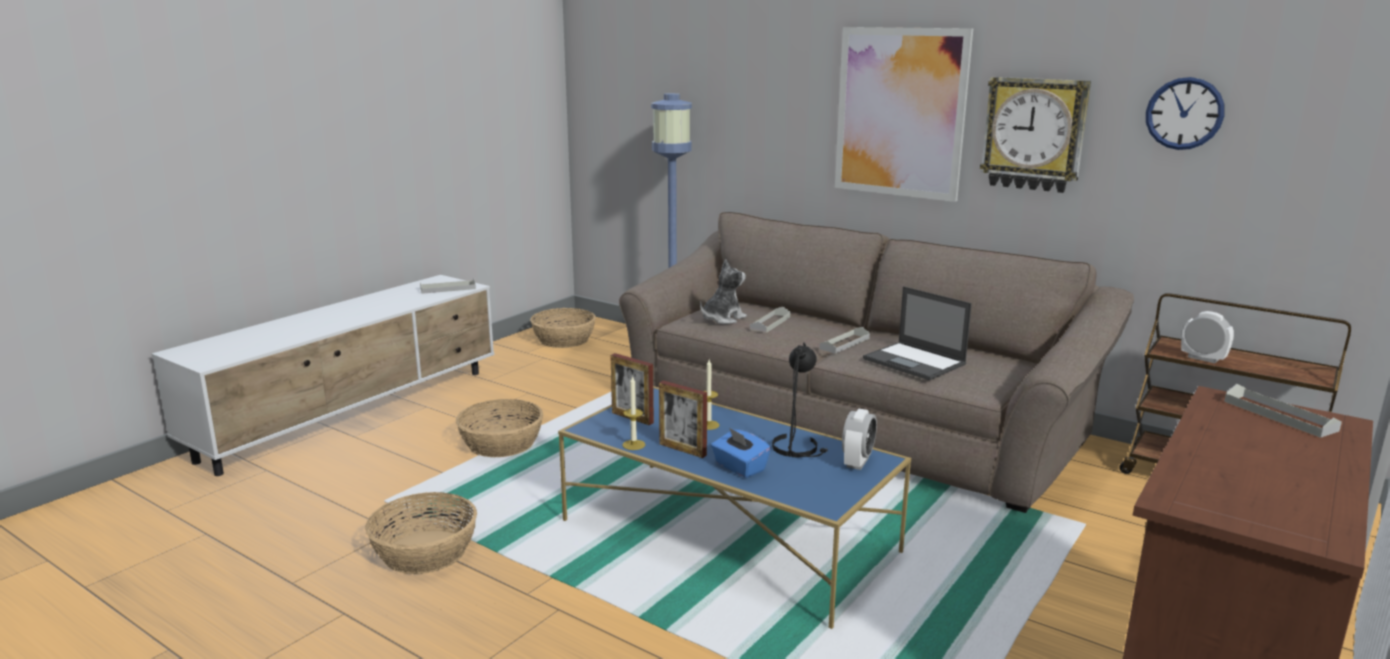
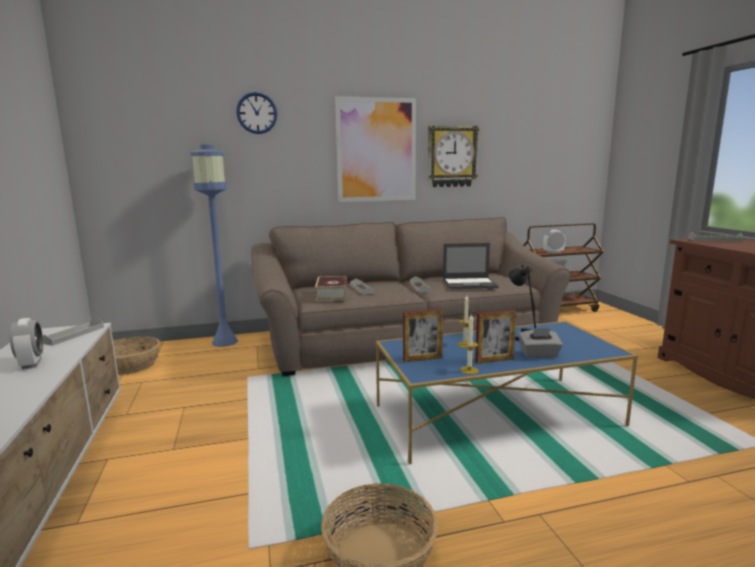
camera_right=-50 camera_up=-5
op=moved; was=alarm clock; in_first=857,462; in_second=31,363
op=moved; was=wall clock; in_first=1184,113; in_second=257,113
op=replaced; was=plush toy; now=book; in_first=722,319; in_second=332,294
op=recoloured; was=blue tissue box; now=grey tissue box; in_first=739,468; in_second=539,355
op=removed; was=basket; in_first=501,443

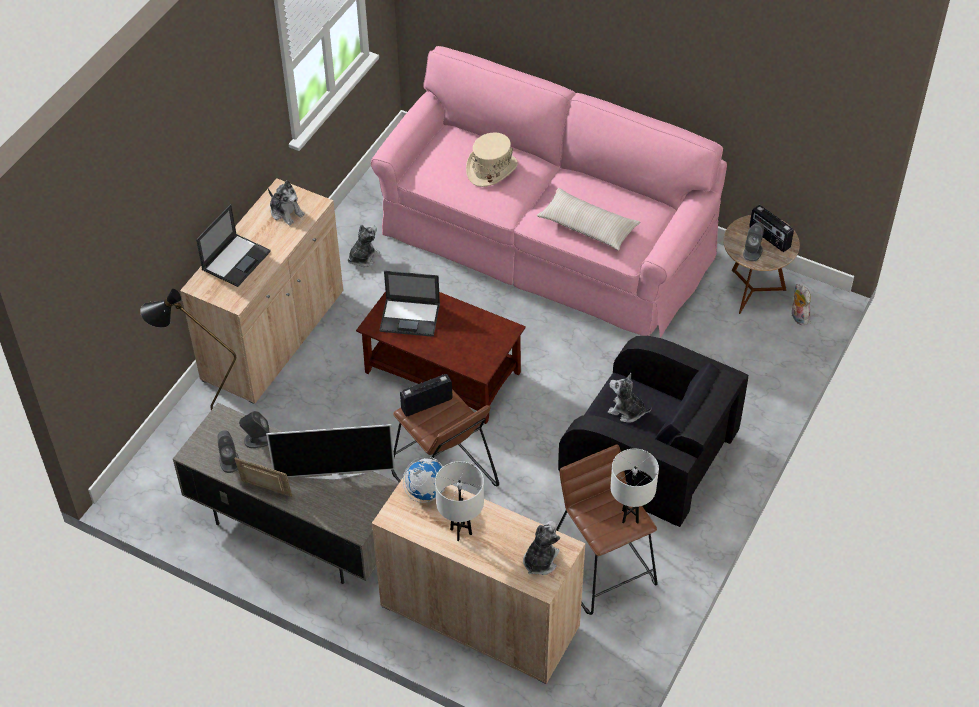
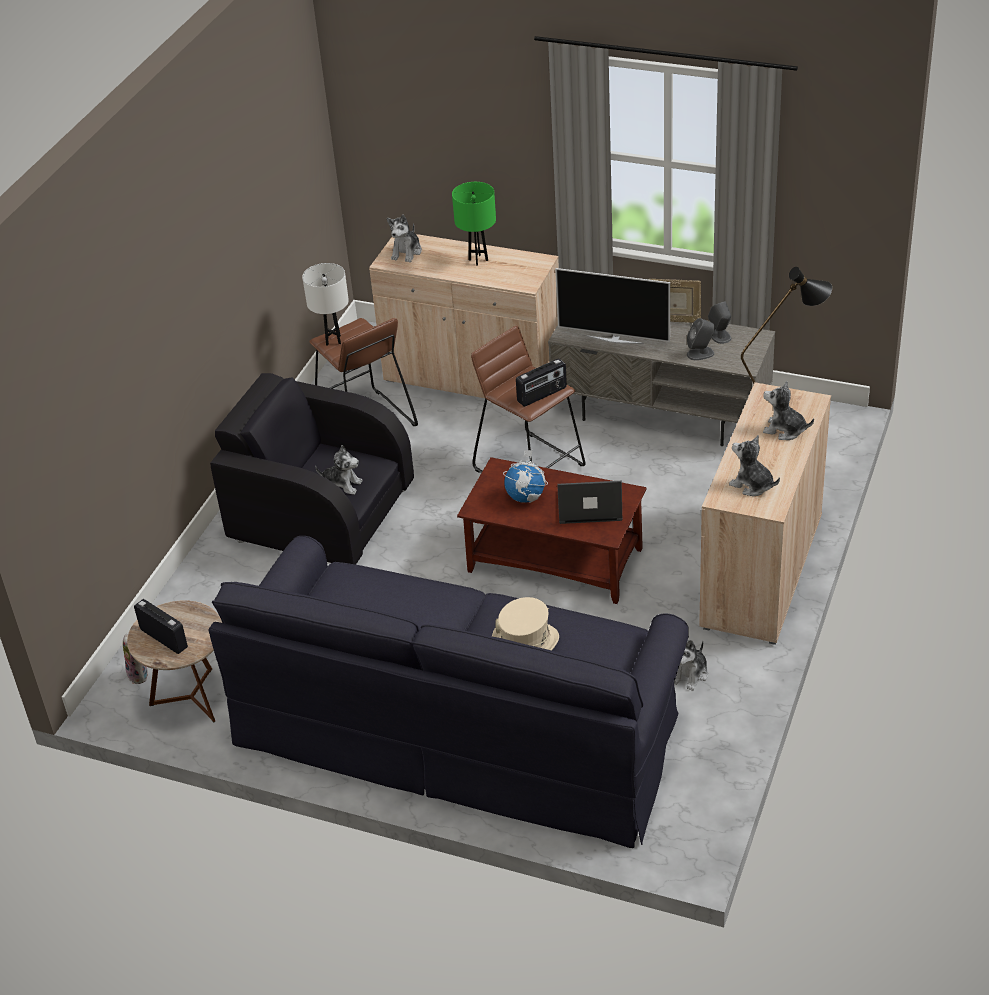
camera_right=175 camera_up=-10
op=recoloured; was=pink sofa; now=black sofa; in_first=544,240; in_second=461,728
op=recoloured; was=white table lamp; now=green table lamp; in_first=461,531; in_second=478,260
op=moved; was=globe; in_first=425,491; in_second=526,497
op=turned; was=television; in_first=335,474; in_second=615,339; clockwise=-150
op=replaced; was=laptop; now=plush toy; in_first=236,260; in_second=784,430
op=removed; was=beige pillow; in_first=587,226
op=removed; was=grey speaker; in_first=752,251

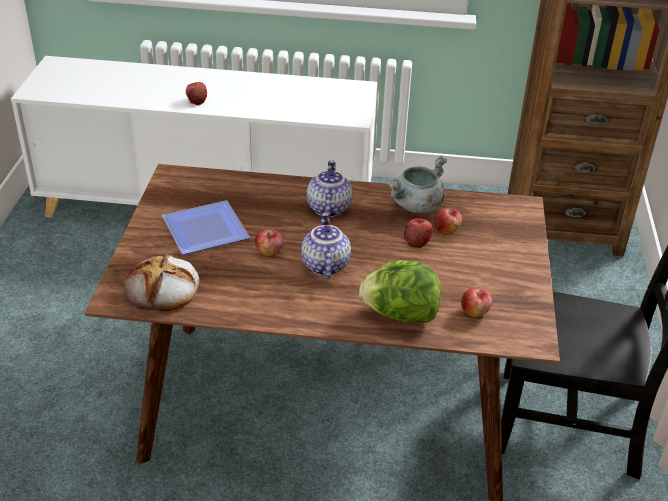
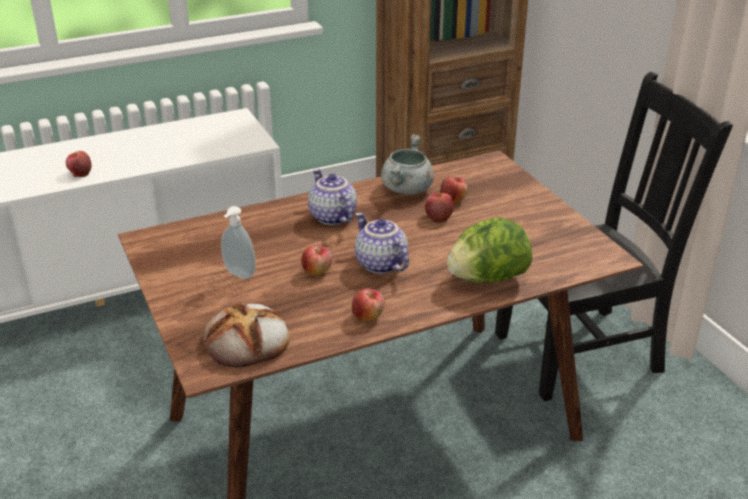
camera_right=-30 camera_up=-5
op=replaced; was=plate; now=soap dispenser; in_first=209,231; in_second=238,275
op=moved; was=apple; in_first=475,312; in_second=368,316

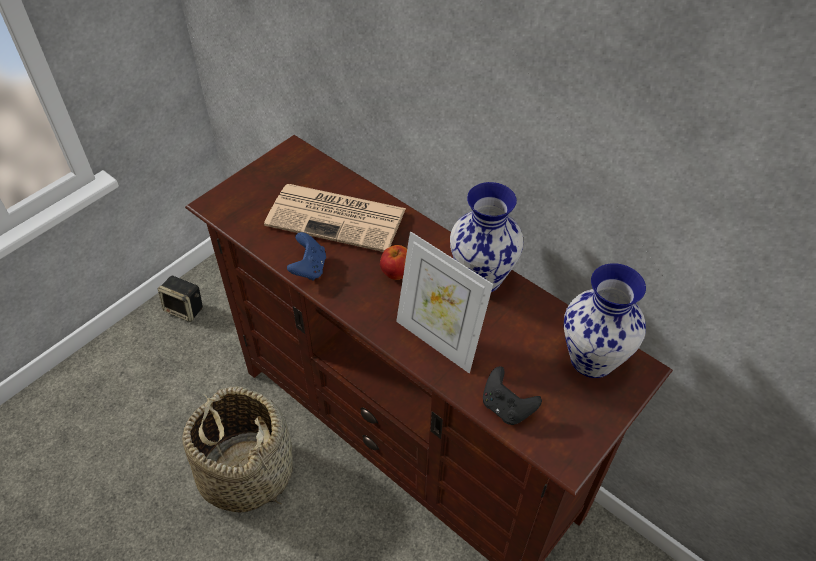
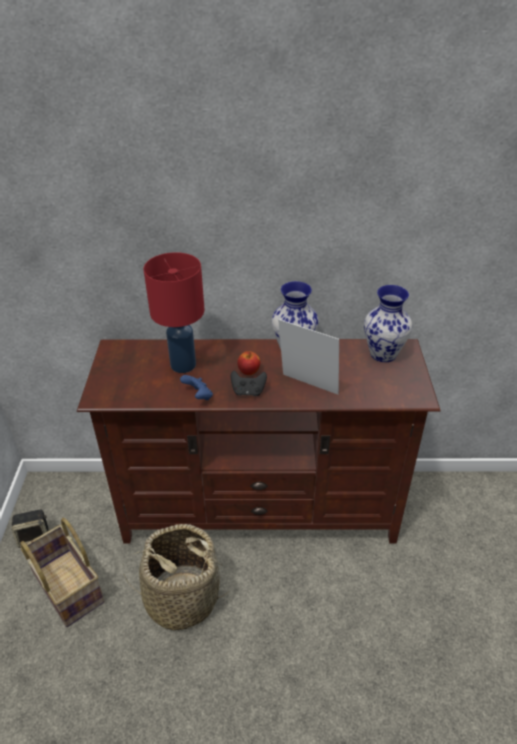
camera_right=-40 camera_up=-10
op=added; now=basket; in_second=67,588
op=replaced; was=newspaper; now=red table lamp; in_first=338,217; in_second=183,364
op=moved; was=black game controller; in_first=506,407; in_second=248,392
op=turned; was=picture frame; in_first=438,340; in_second=307,387; clockwise=-150

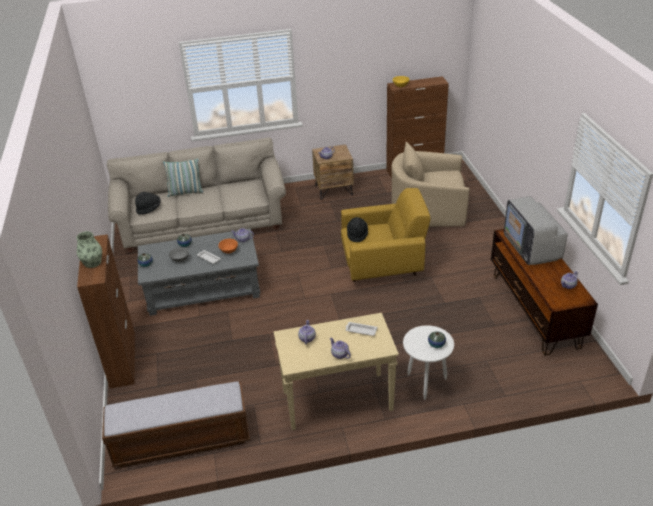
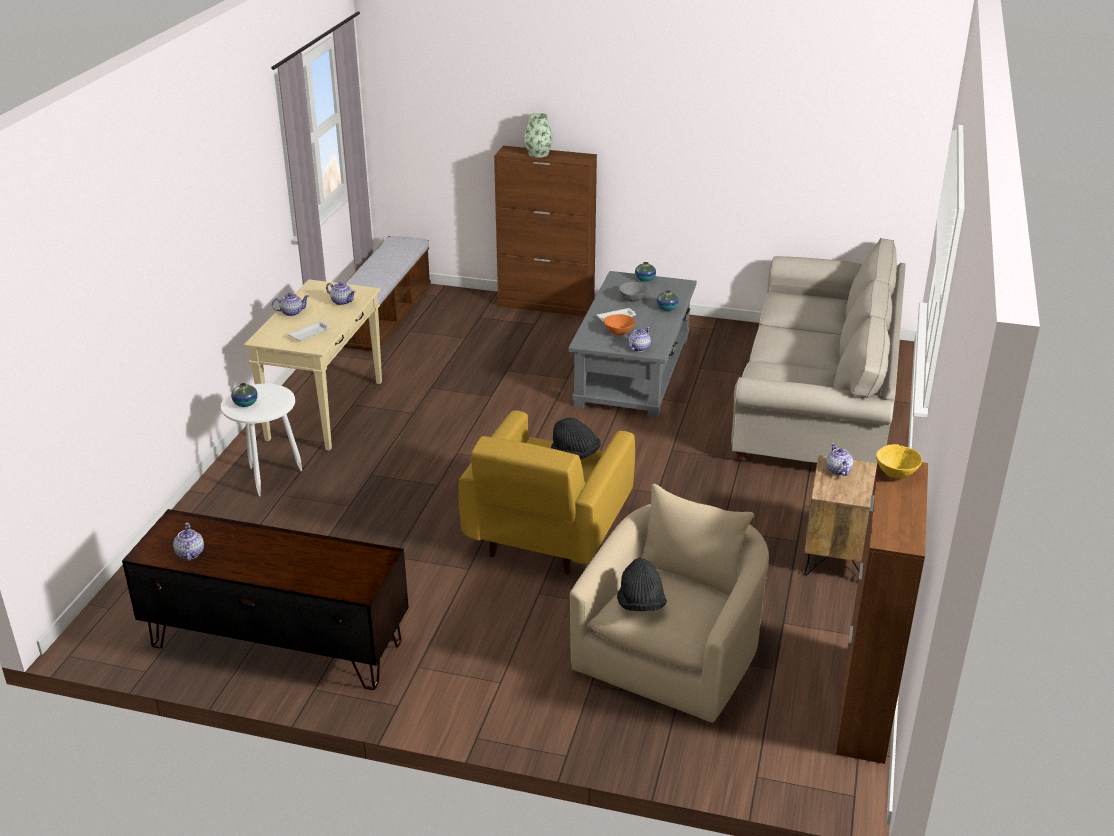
camera_right=115 camera_up=-5
op=moved; was=black hat; in_first=149,209; in_second=640,604
op=removed; was=pillow; in_first=185,192
op=removed; was=television; in_first=531,248

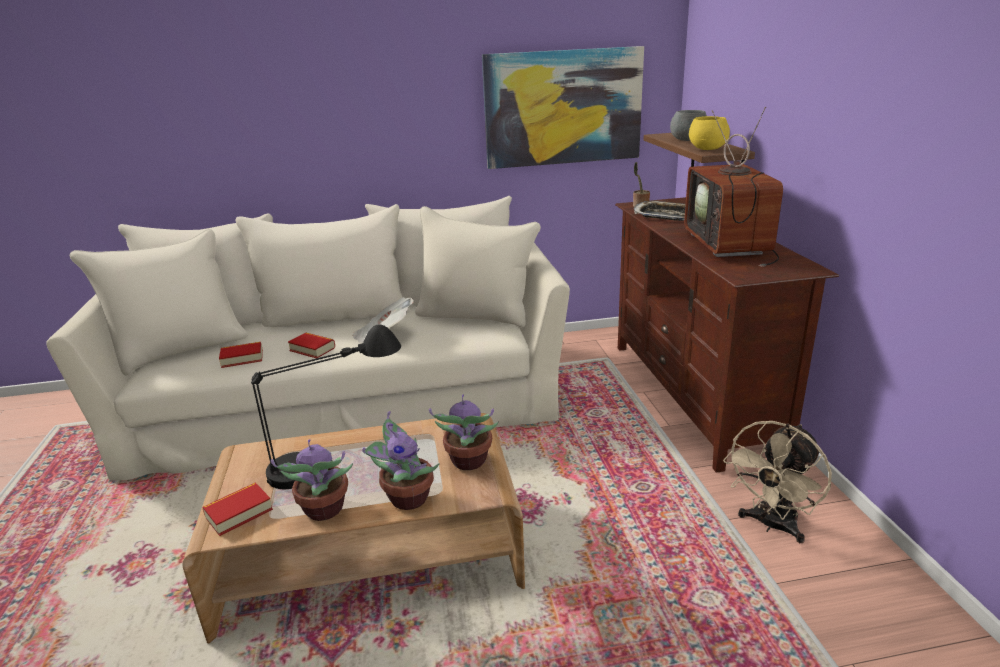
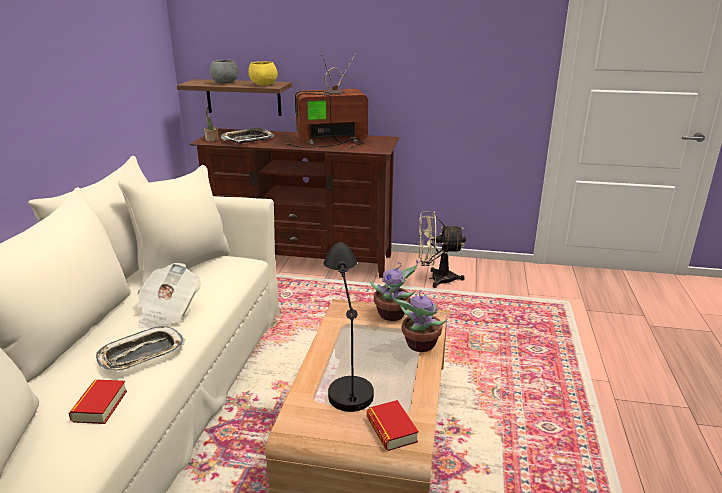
camera_right=-70 camera_up=0
op=replaced; was=book; now=tray; in_first=312,349; in_second=141,355
op=turned; was=television; in_first=731,245; in_second=329,141; clockwise=150
op=turned; was=beige fan; in_first=771,525; in_second=436,279; clockwise=120
op=removed; was=potted plant; in_first=324,510
op=removed; was=picture; in_first=563,108

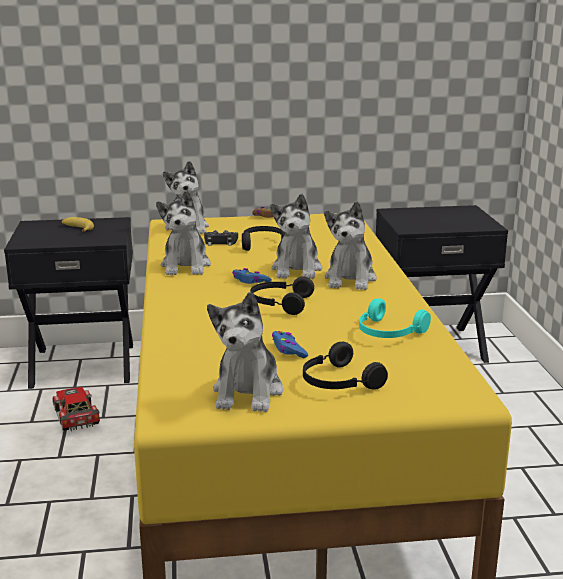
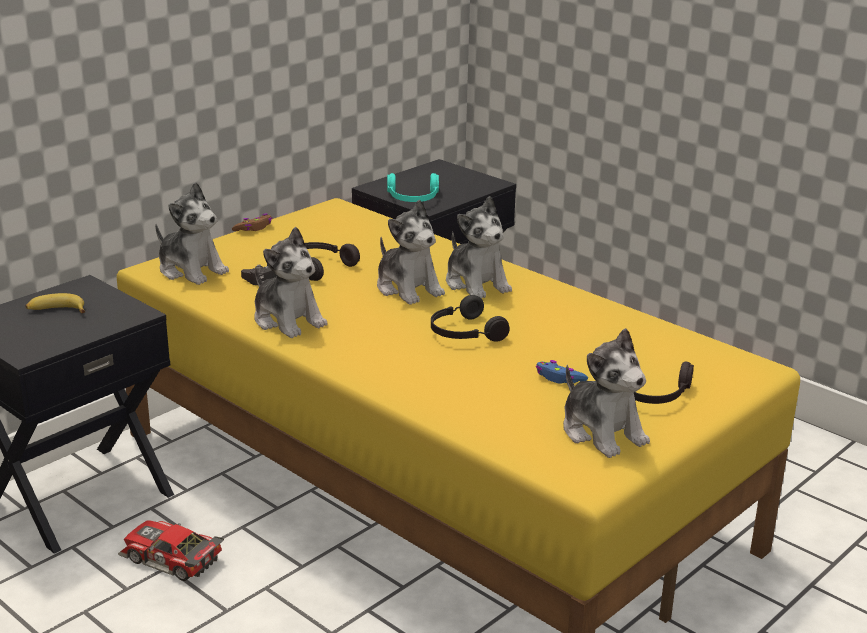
camera_right=-40 camera_up=5
op=moved; was=turquoise headphones; in_first=388,333; in_second=413,199
op=removed; was=blue game controller; in_first=250,281

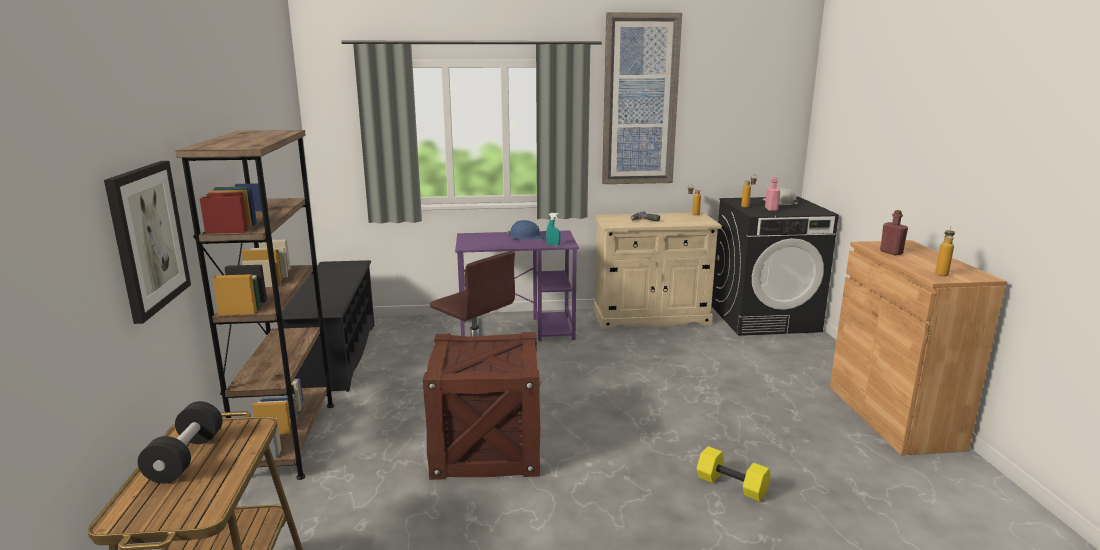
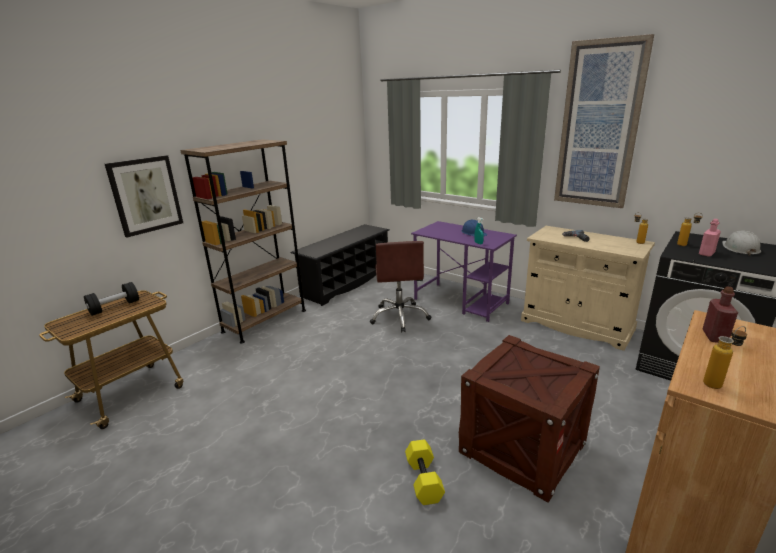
camera_right=45 camera_up=5
op=moved; was=crate; in_first=486,447; in_second=522,447

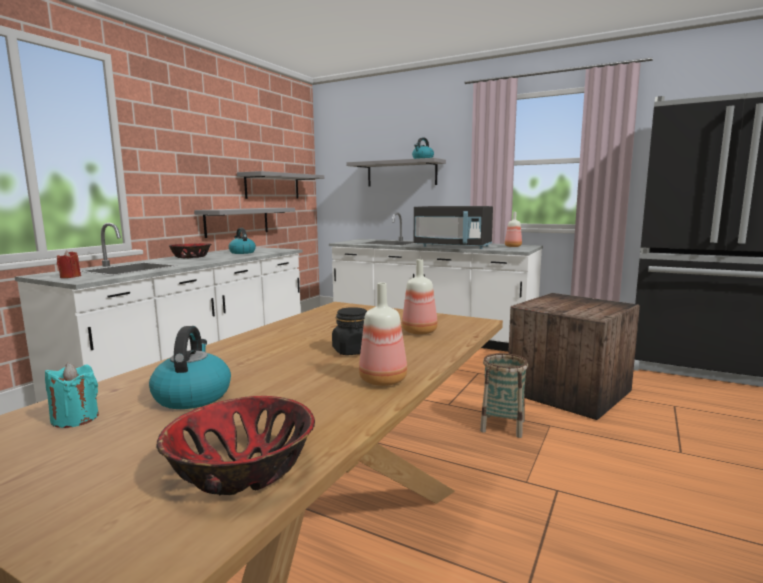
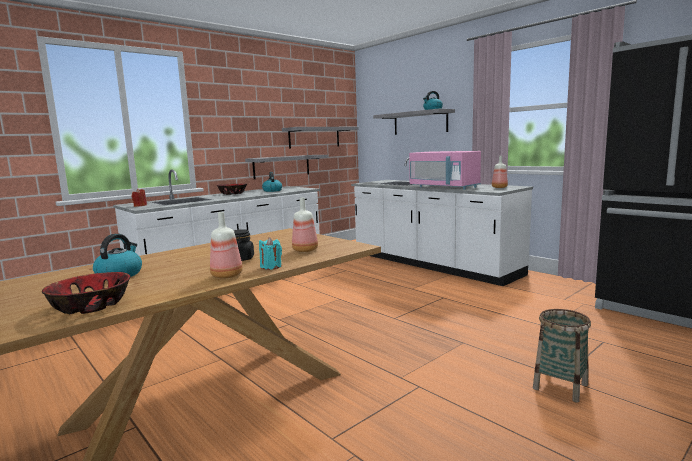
camera_right=20 camera_up=0
op=moved; was=turquoise candle; in_first=75,419; in_second=271,266
op=recoloured; was=black microwave; now=pink microwave; in_first=453,247; in_second=444,187
op=moved; was=basket; in_first=502,426; in_second=560,386
op=removed; was=crate; in_first=571,392

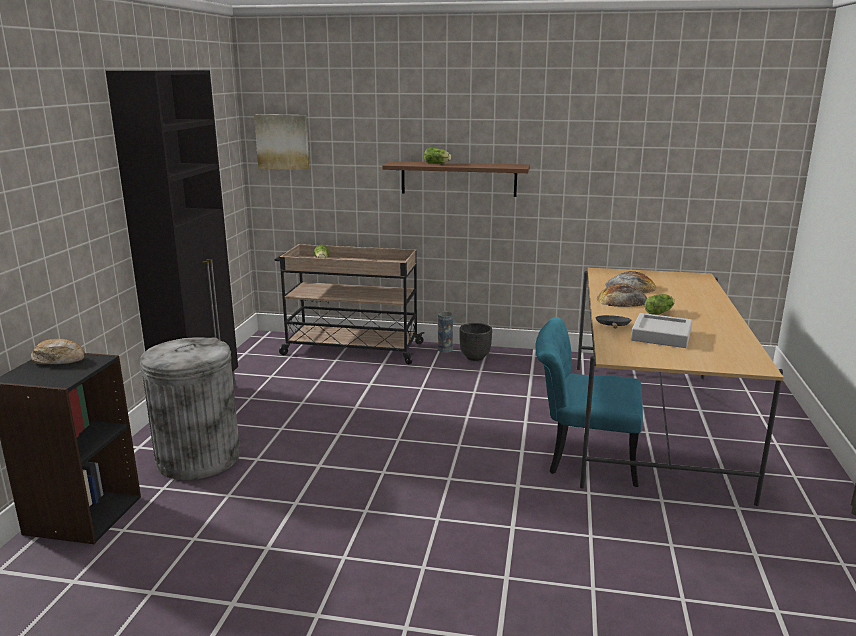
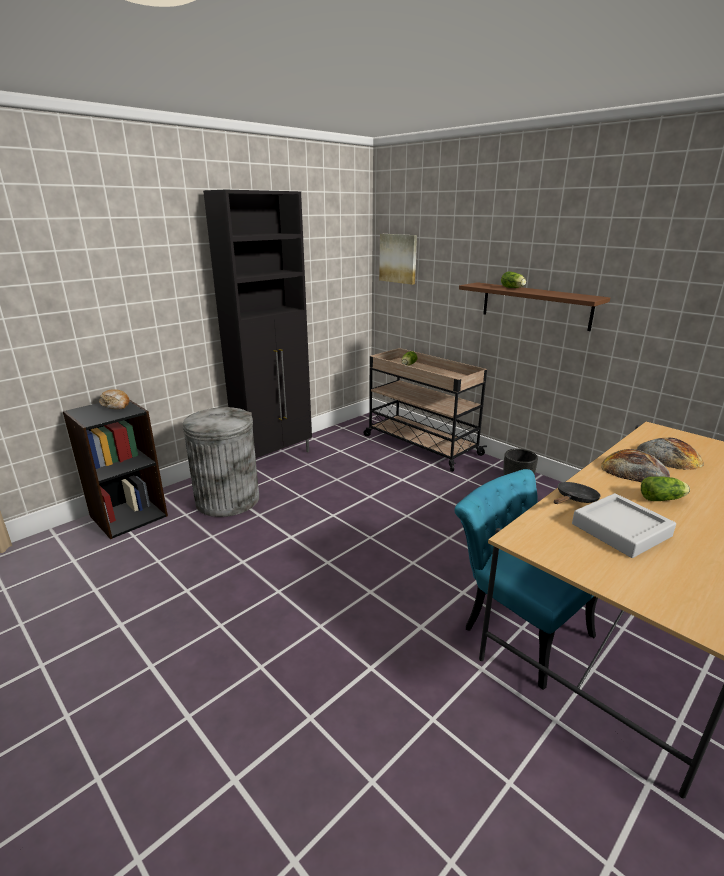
camera_right=35 camera_up=5
op=removed; was=vase; in_first=445,349

